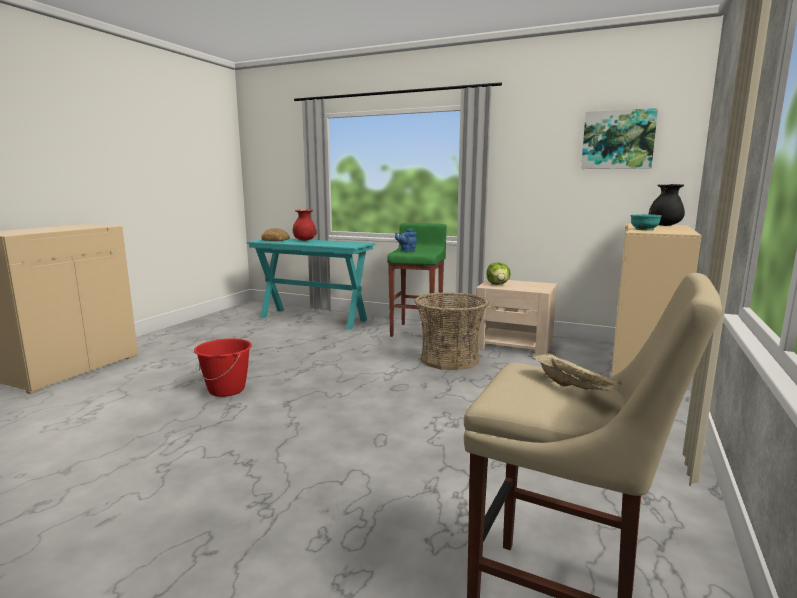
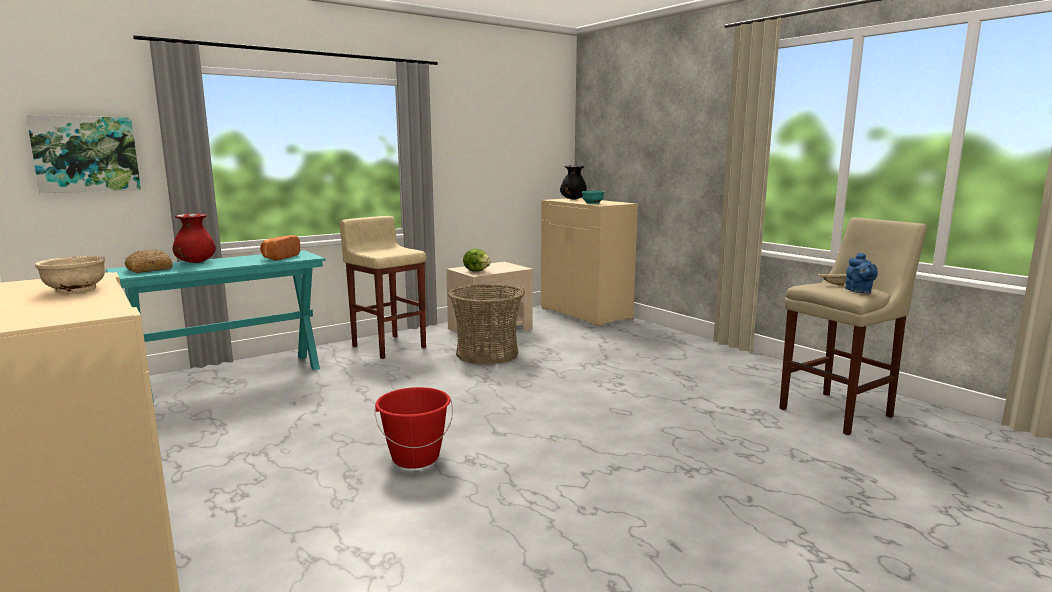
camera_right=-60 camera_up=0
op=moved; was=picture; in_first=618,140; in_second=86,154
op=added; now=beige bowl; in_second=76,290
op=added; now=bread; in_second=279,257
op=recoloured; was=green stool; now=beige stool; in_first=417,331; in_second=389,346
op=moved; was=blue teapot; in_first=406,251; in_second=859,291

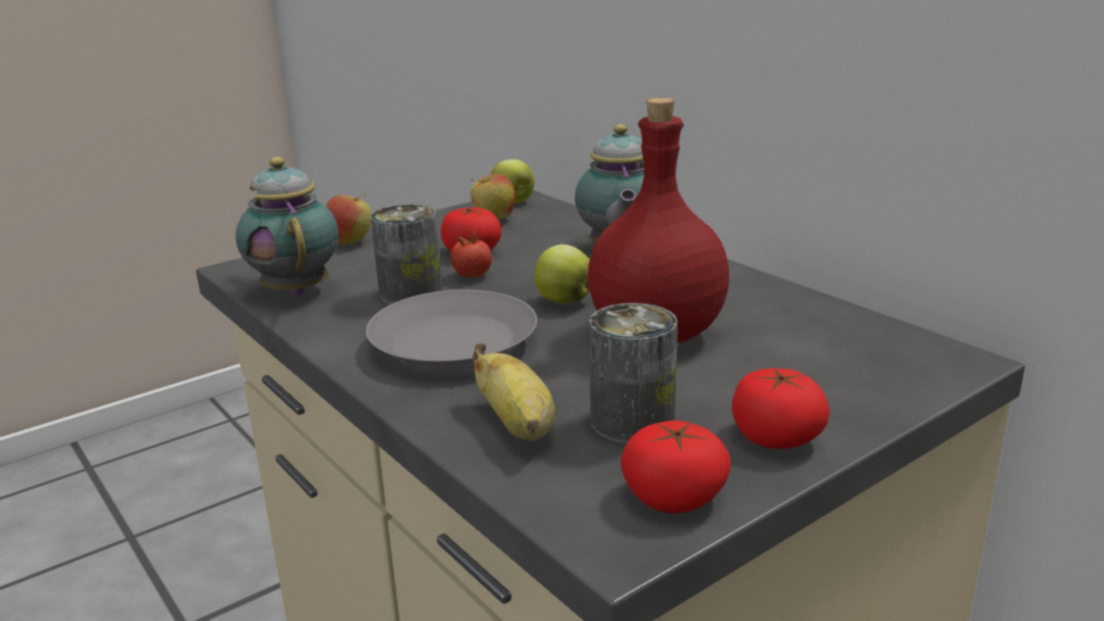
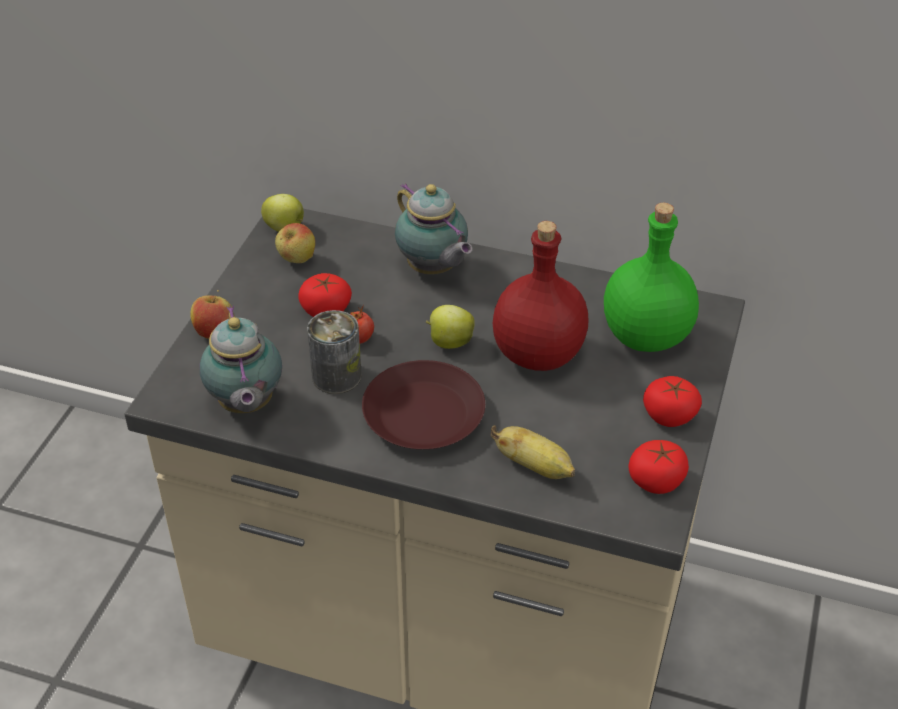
camera_right=-35 camera_up=20
op=turned; was=teapot; in_first=296,290; in_second=245,406; clockwise=-135
op=recoloured; was=grey plate; now=brown plate; in_first=454,344; in_second=424,415
op=added; now=green bottle; in_second=646,335
op=removed; was=can; in_first=632,422

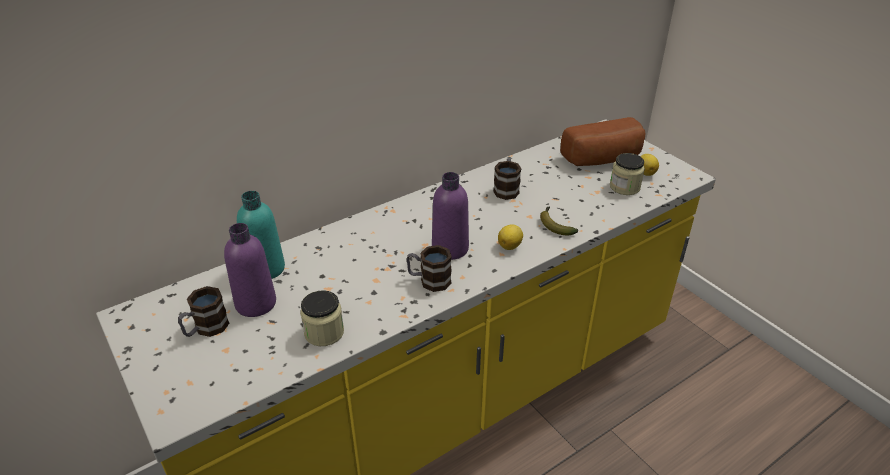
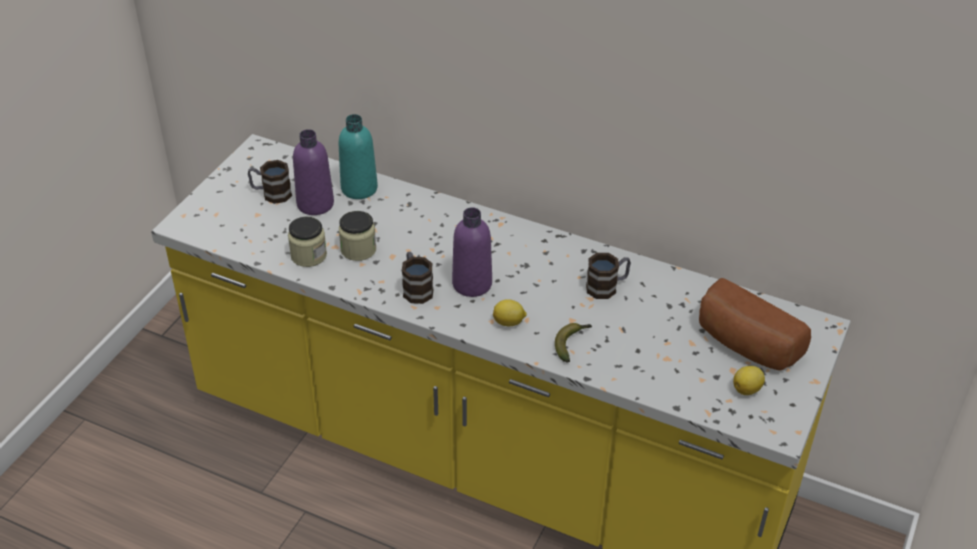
camera_right=60 camera_up=5
op=moved; was=jar; in_first=624,187; in_second=358,249

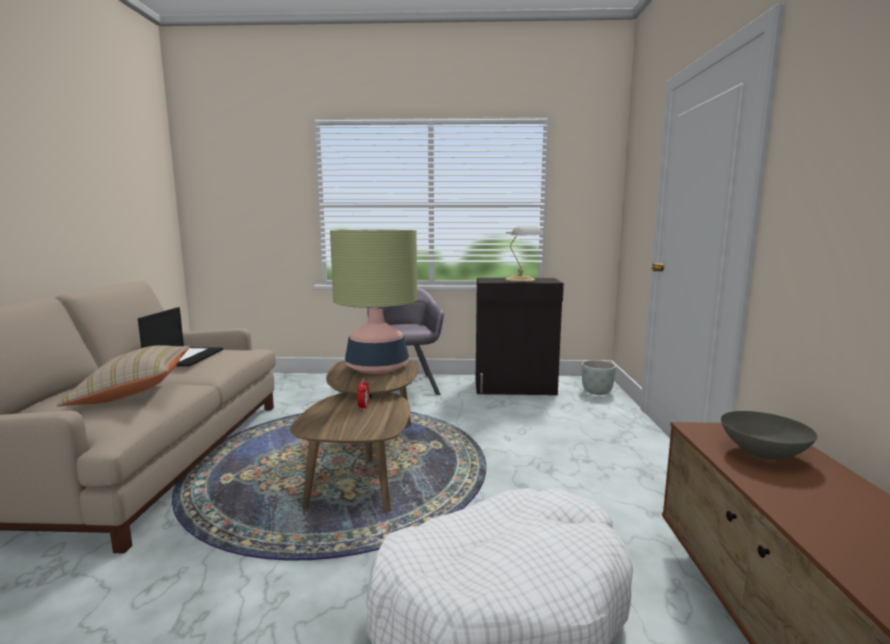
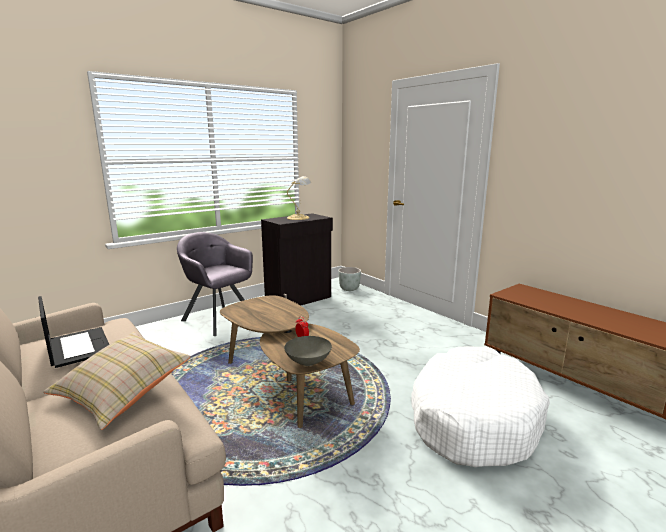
camera_right=-40 camera_up=5
op=moved; was=grey bowl; in_first=764,454; in_second=309,362
op=removed; was=table lamp; in_first=377,367

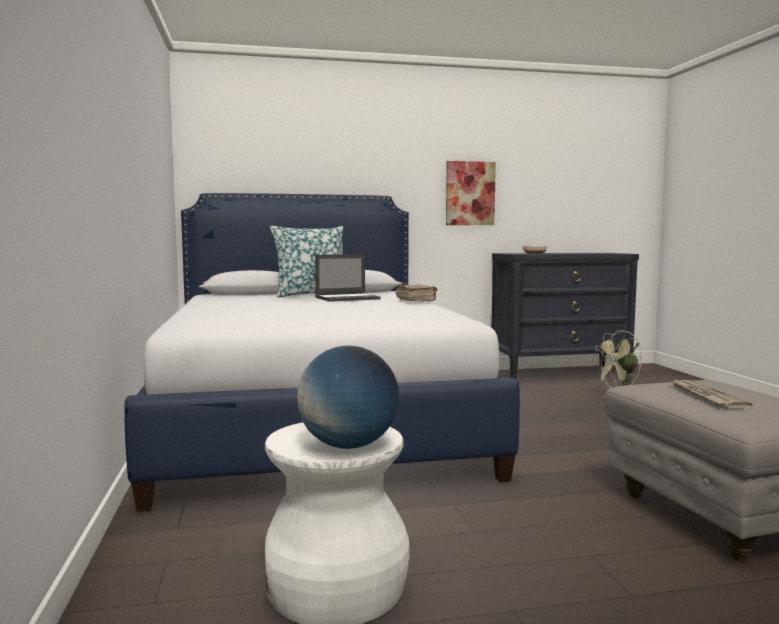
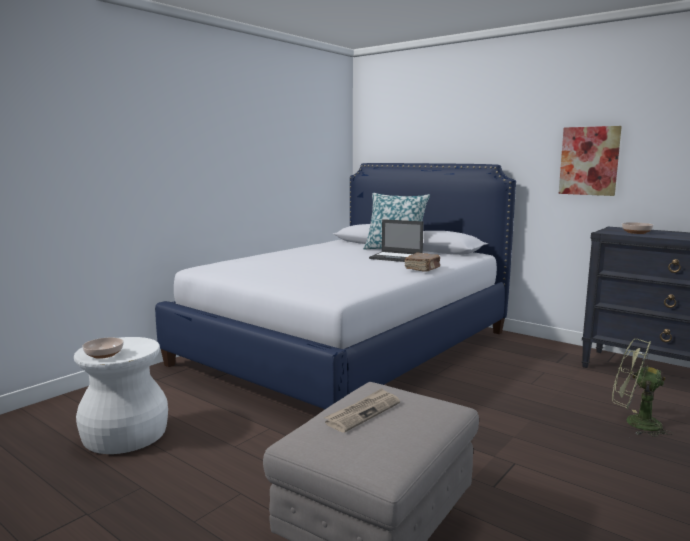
camera_right=50 camera_up=5
op=replaced; was=globe; now=bowl; in_first=348,446; in_second=104,354

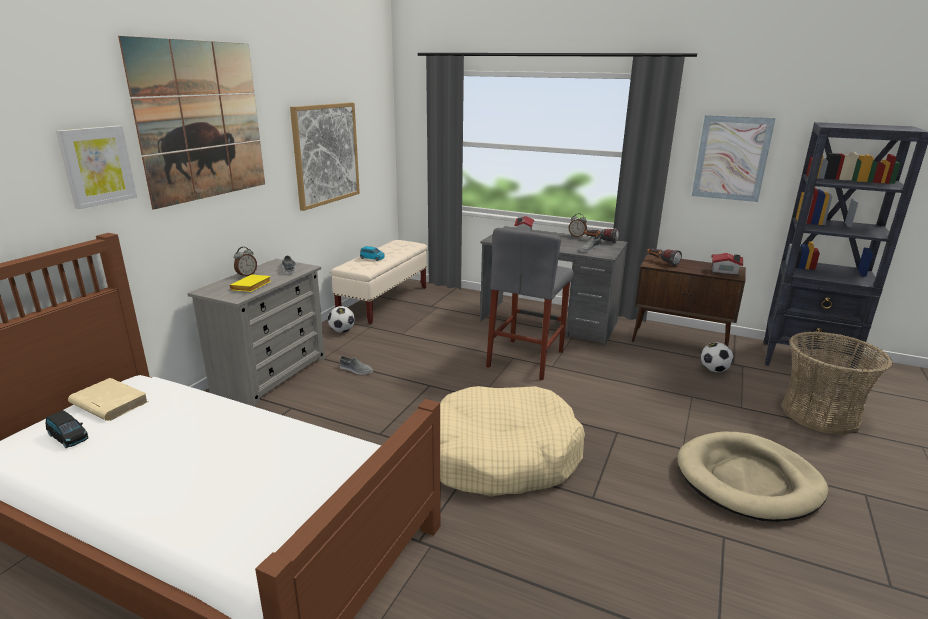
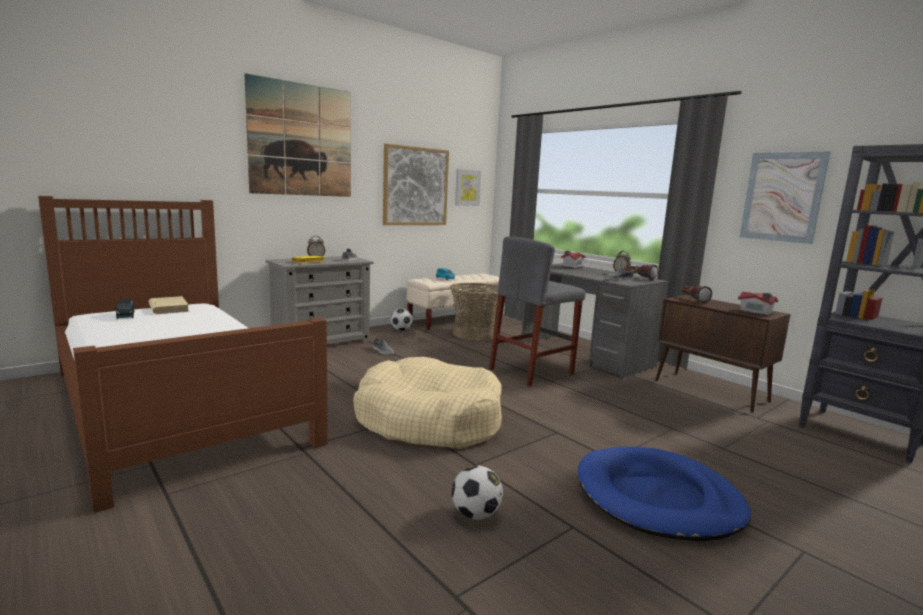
camera_right=25 camera_up=-10
op=moved; was=basket; in_first=820,414; in_second=475,334
op=moved; was=football; in_first=714,370; in_second=475,514
op=moved; was=picture; in_first=97,166; in_second=467,187
op=recoloured; was=beige dog bed; now=blue dog bed; in_first=748,480; in_second=658,498

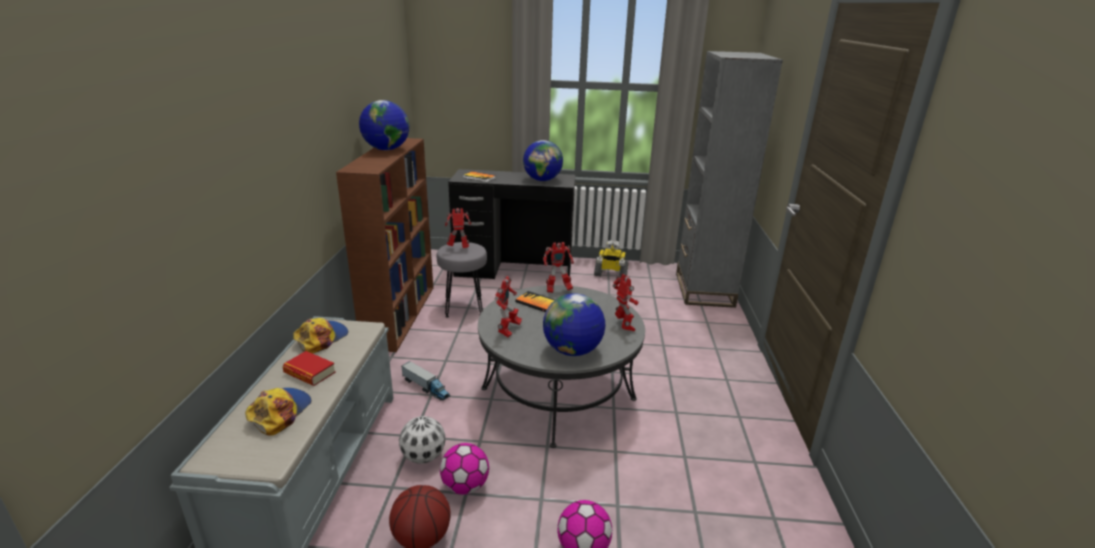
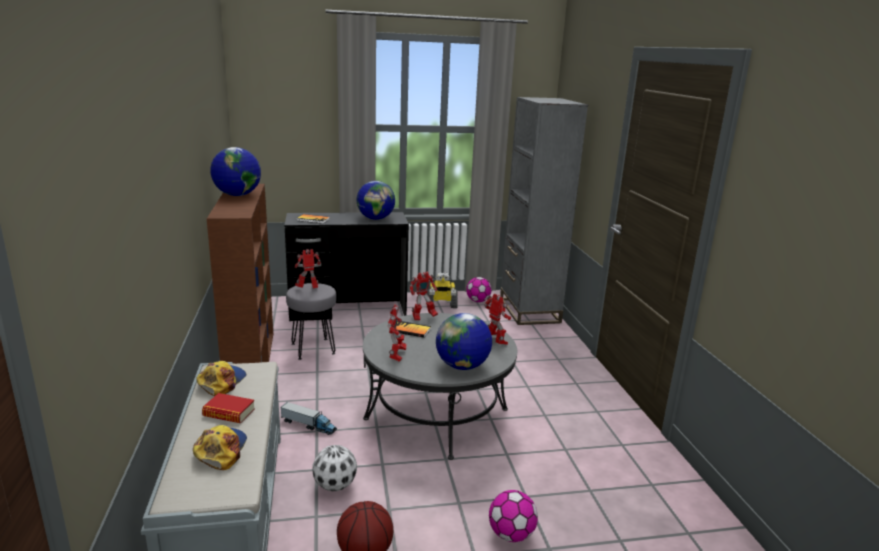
camera_right=-15 camera_up=-5
op=moved; was=football; in_first=465,486; in_second=478,301

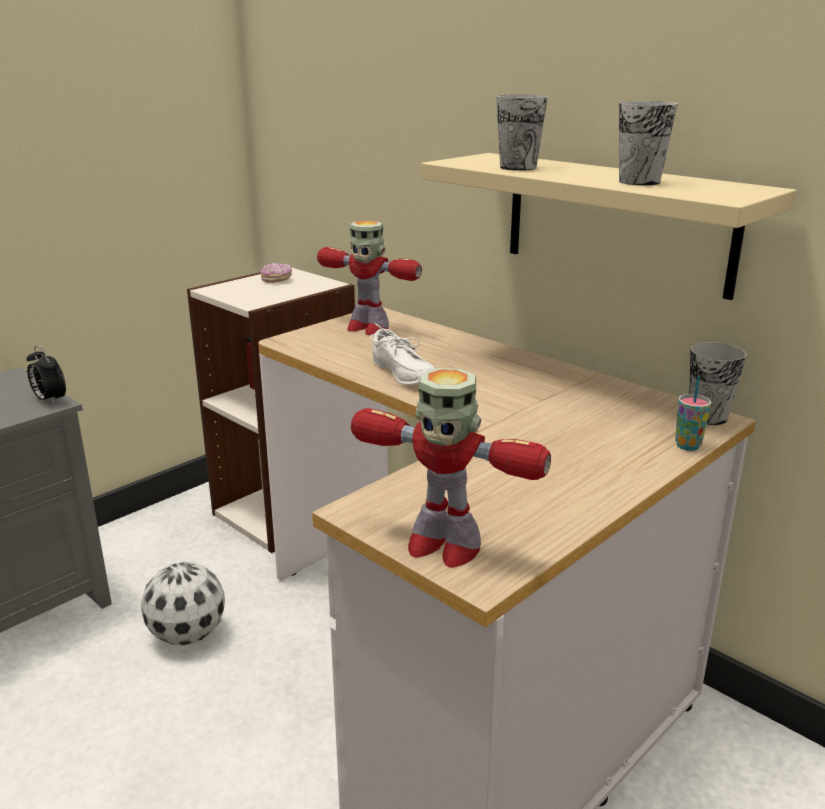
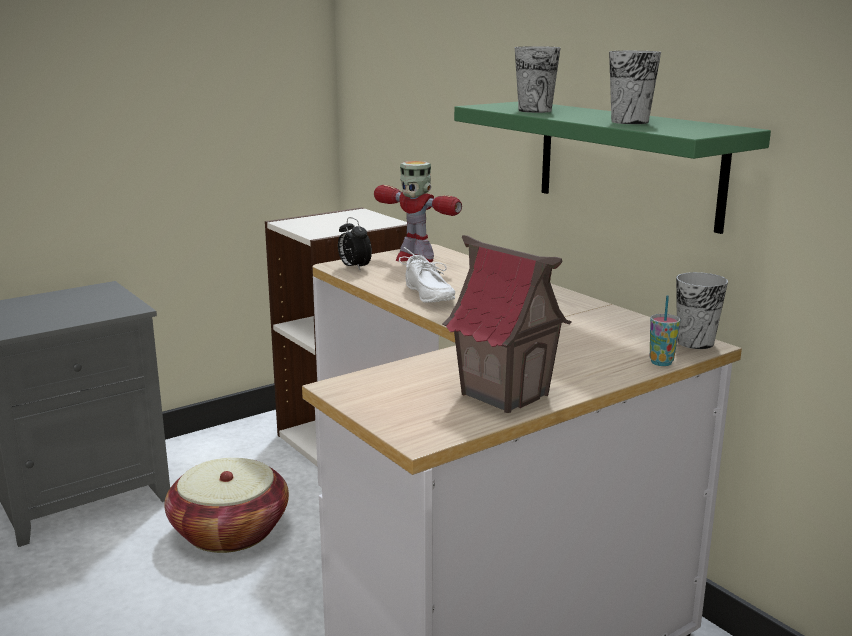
camera_right=10 camera_up=-5
op=replaced; was=football; now=basket; in_first=186,636; in_second=230,531
op=moved; was=alarm clock; in_first=49,400; in_second=354,268
op=added; now=toy house; in_second=505,394
op=recoloured; was=beige shelf; now=green shelf; in_first=616,222; in_second=627,162
op=removed; was=donut; in_first=276,280
op=removed; was=toy robot; in_first=442,546

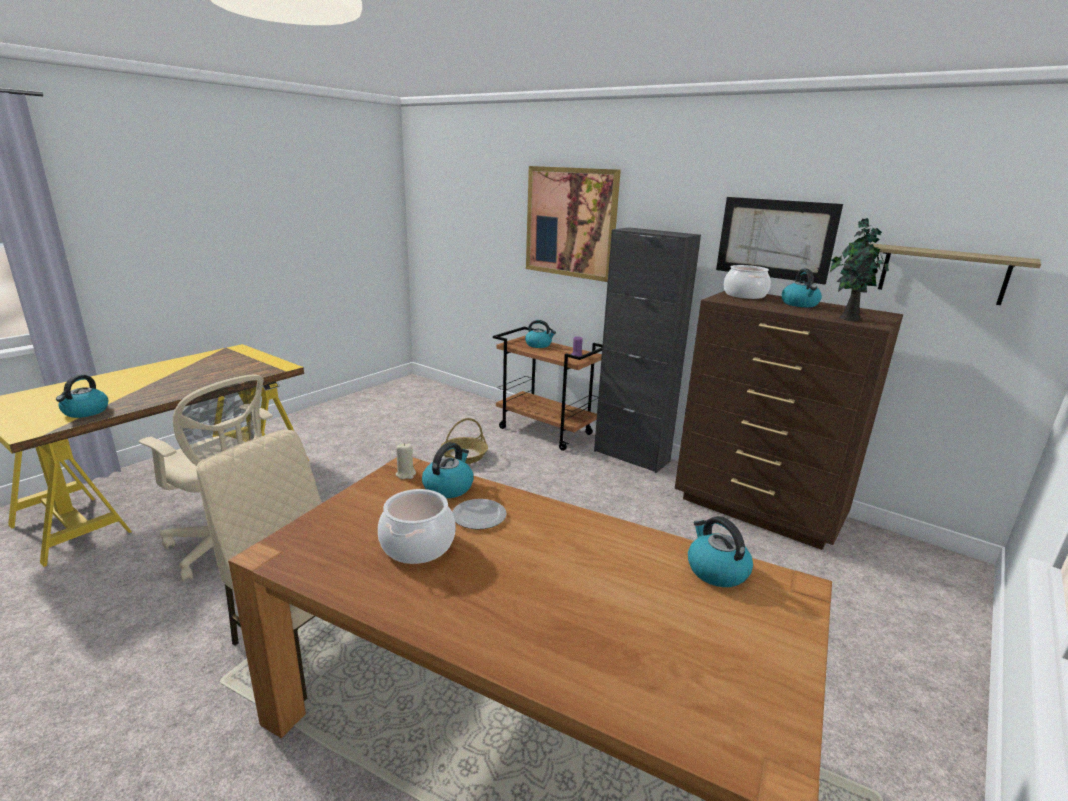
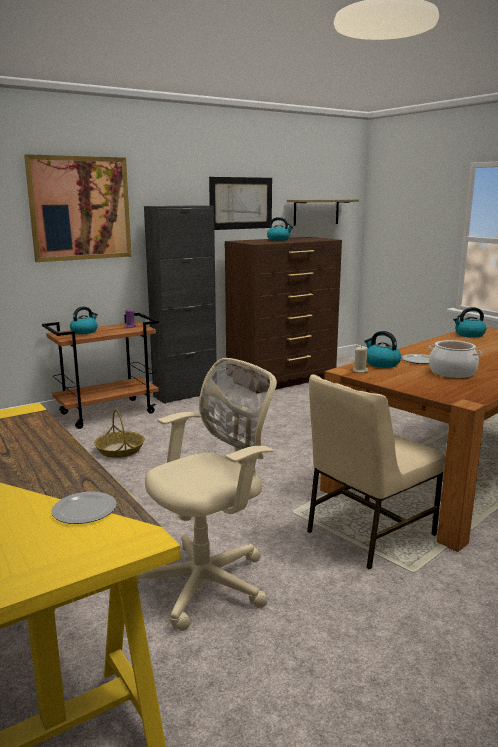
camera_right=-70 camera_up=-5
op=replaced; was=kettle; now=plate; in_first=85,412; in_second=84,510
op=removed; was=cooking pot; in_first=745,295
op=removed; was=potted plant; in_first=848,318

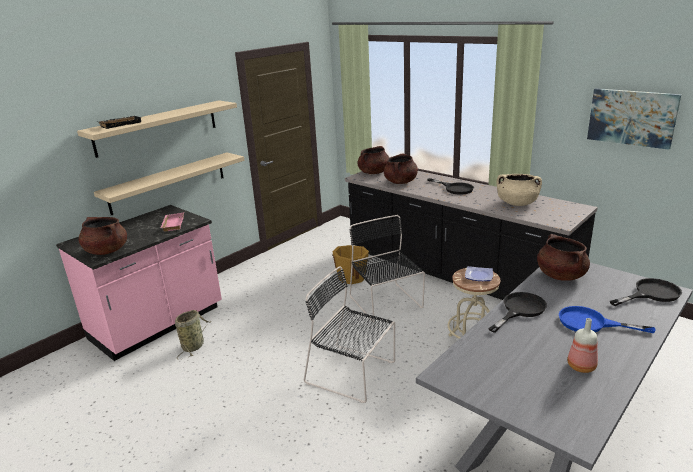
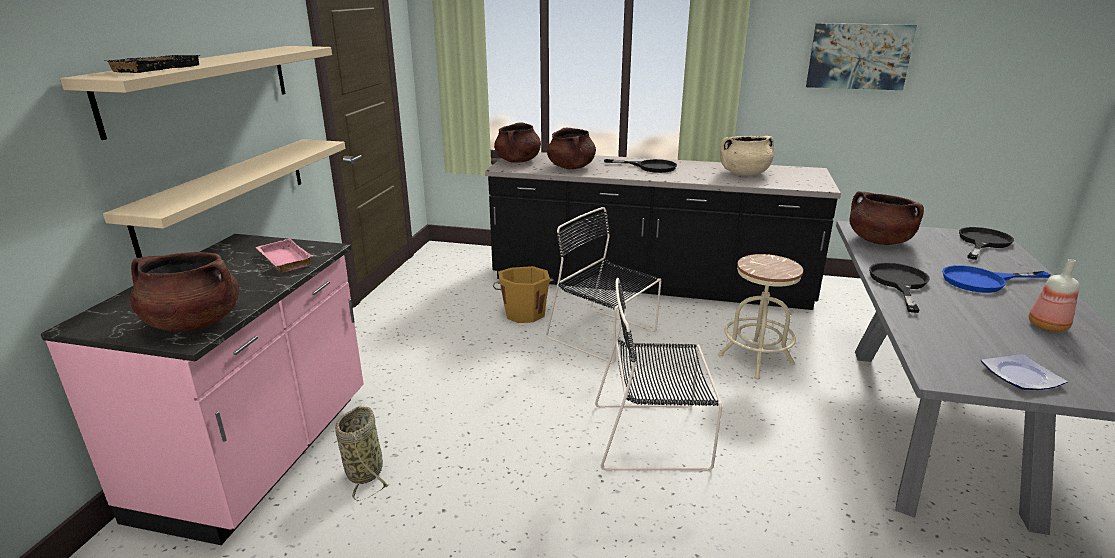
camera_right=-30 camera_up=0
op=moved; was=plate; in_first=479,276; in_second=1022,377

